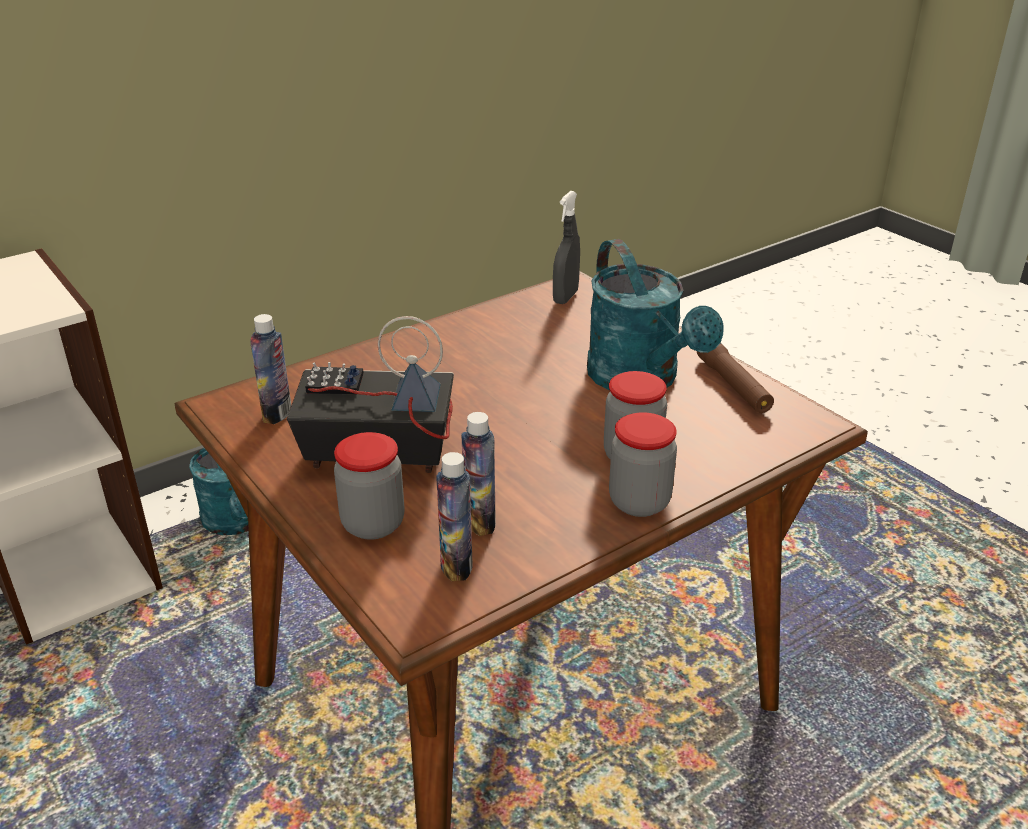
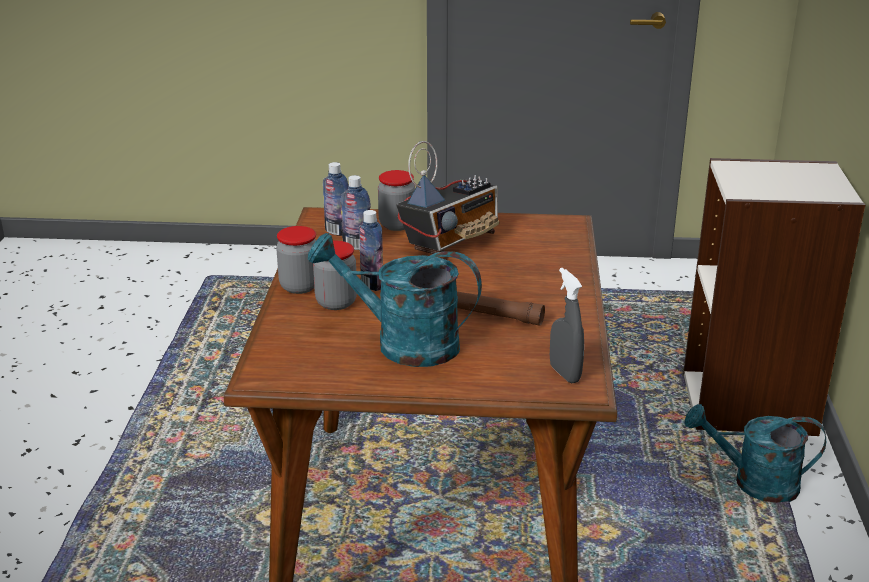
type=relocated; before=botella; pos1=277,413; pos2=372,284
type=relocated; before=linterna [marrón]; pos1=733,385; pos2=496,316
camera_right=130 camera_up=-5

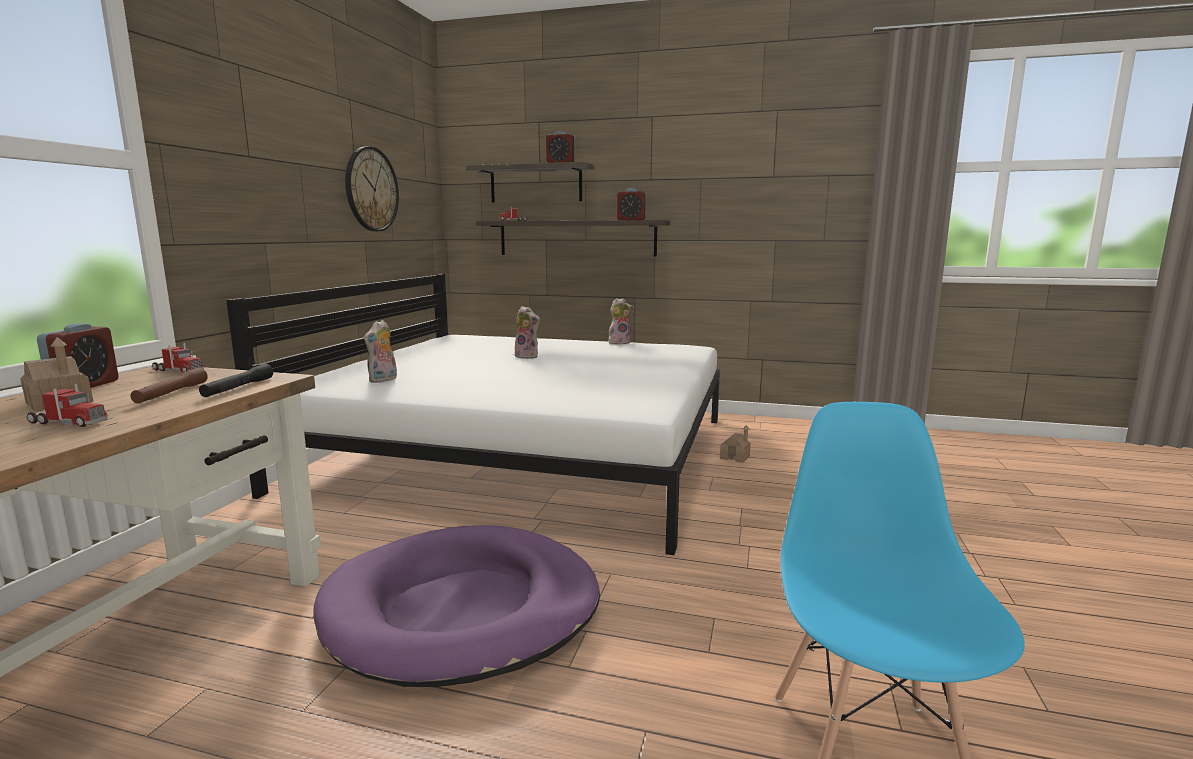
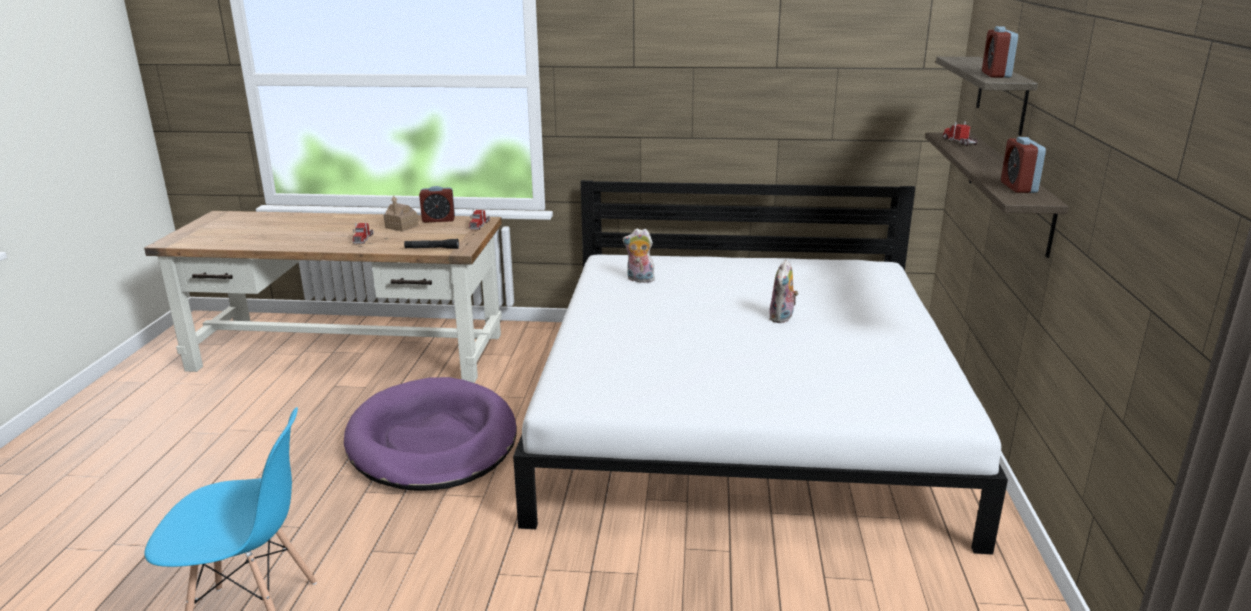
type=missing; before=linterna [marrón]; pos1=171,393
type=missing; before=reloj de pared; pos1=371,189
type=missing; before=peluche; pos1=620,342
type=missing; before=casita; pos1=735,457
camera_right=80 camera_up=10

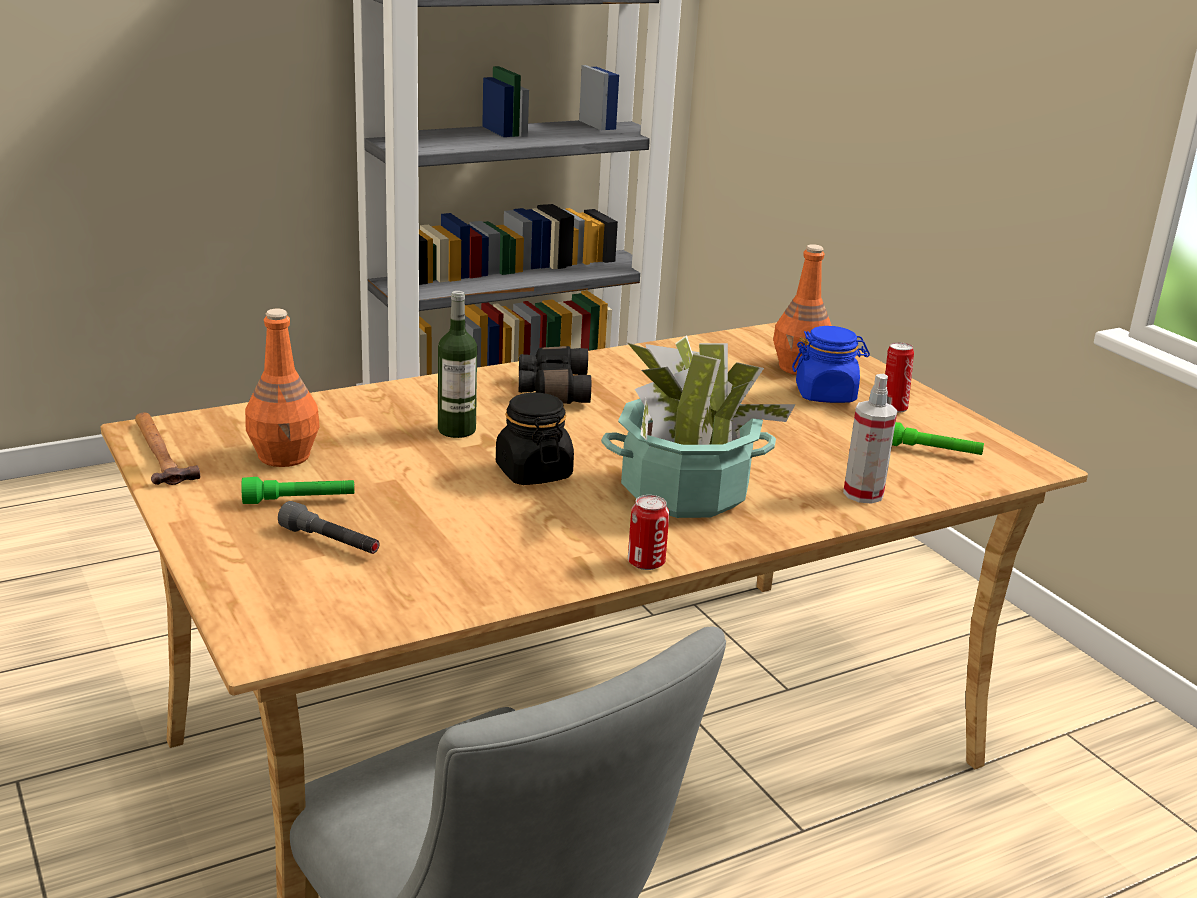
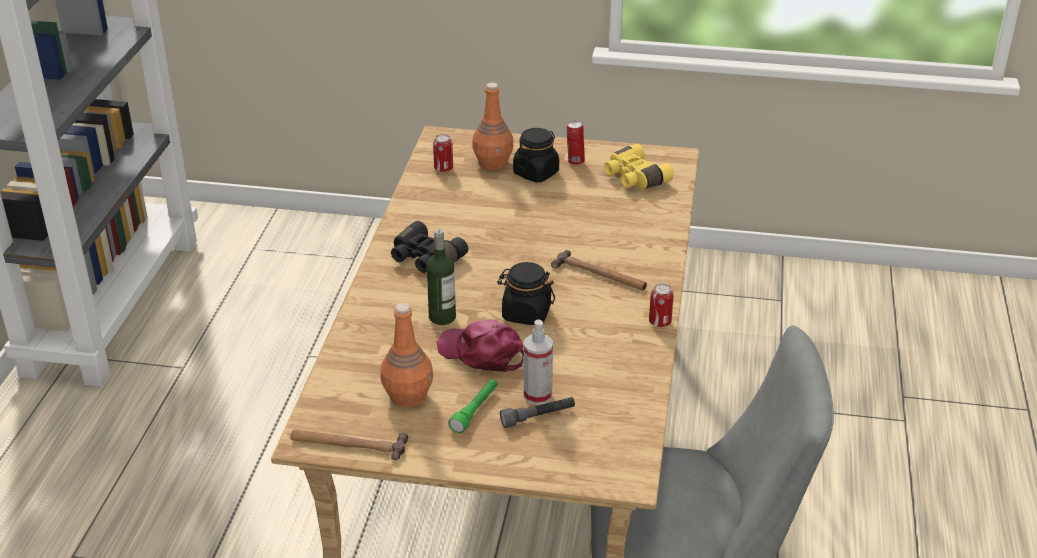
type=appeared; after=lata; pos2=443,168
type=appeared; after=gorra [rosa]; pos2=482,353
type=relocated; before=pulverizador; pos1=863,494; pos2=537,395
type=exchanged; before=planta en maceta; after=martillo; pos1=684,492; pos2=600,275
type=exchanged; before=linterna [verde]; after=prismáticos [amarillo]; pos1=932,451; pos2=634,178
type=colour; before=tarro [azul]; after=tarro [negro]; pos1=825,395; pos2=536,173
camera_right=-50 camera_up=10

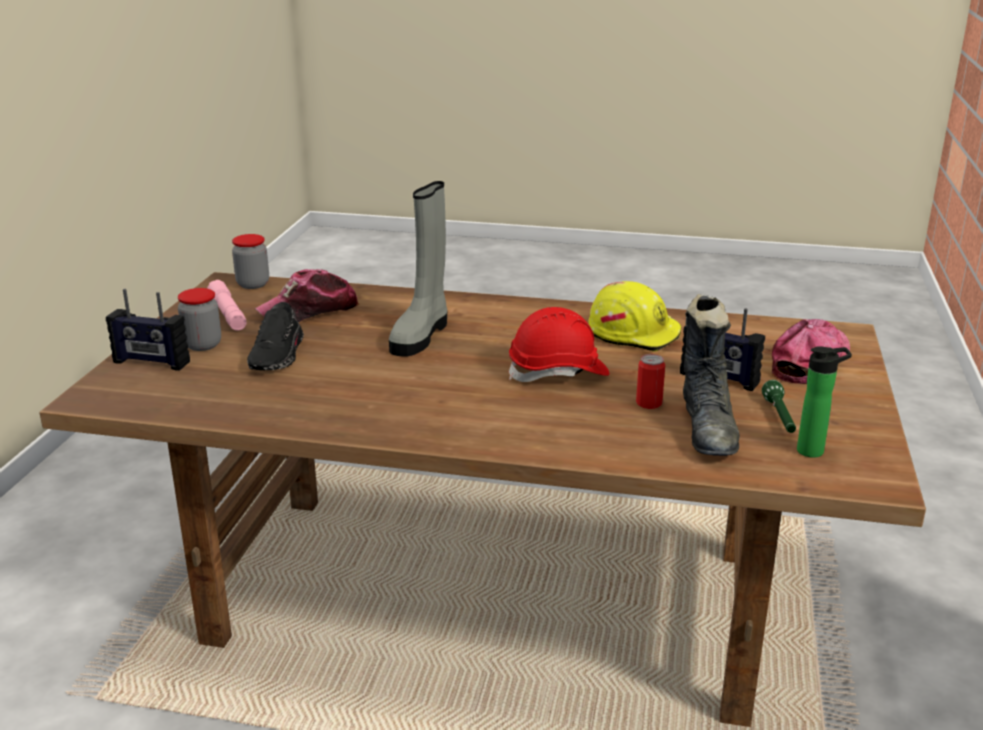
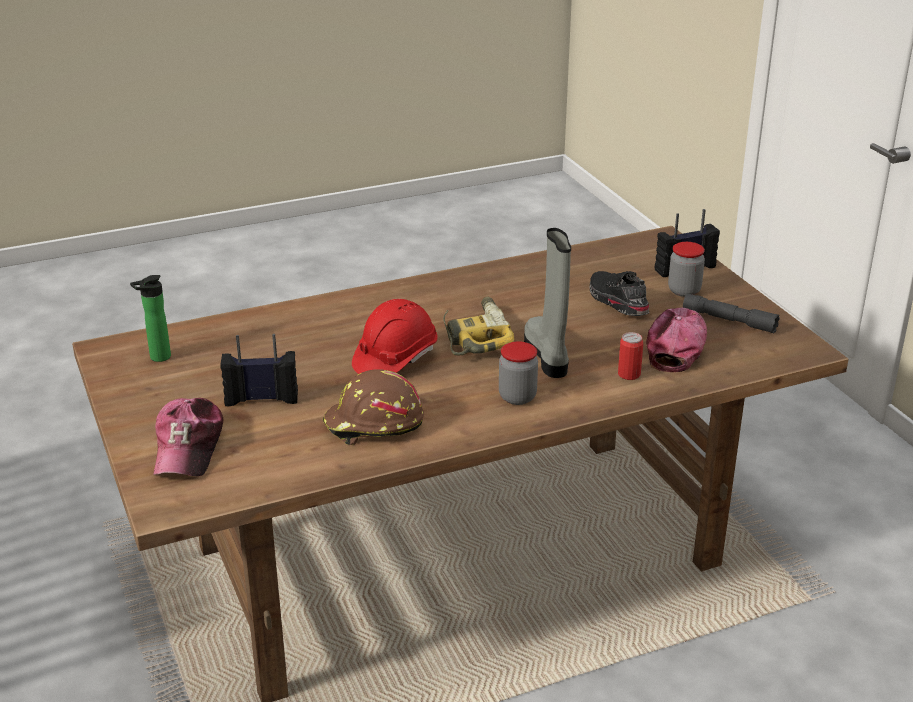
type=missing; before=bota [negro]; pos1=708,430
type=missing; before=linterna [verde]; pos1=780,417
type=appeared; after=taladro; pos2=474,336
type=relocated; before=tarro; pos1=253,284; pos2=517,397
type=relocated; before=lata; pos1=649,403; pos2=629,374
type=colour; before=linterna [rosa]; after=linterna [gris]; pos1=228,314; pos2=729,320
type=colour; before=casco [amarillo]; after=casco [marrón]; pos1=634,333; pos2=373,425
camera_right=145 camera_up=5

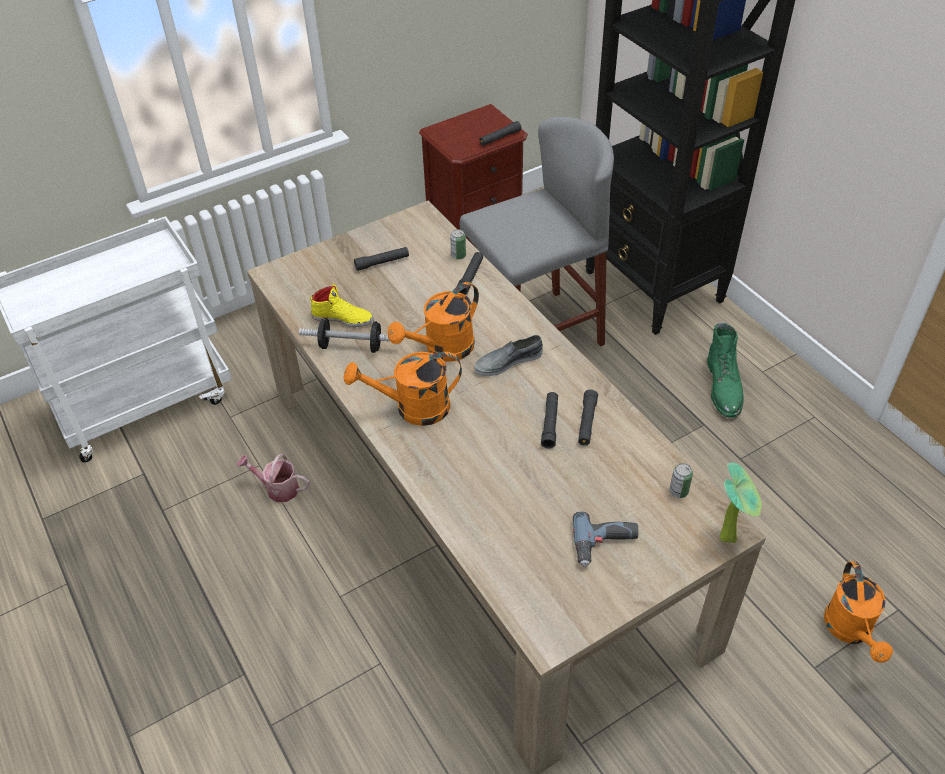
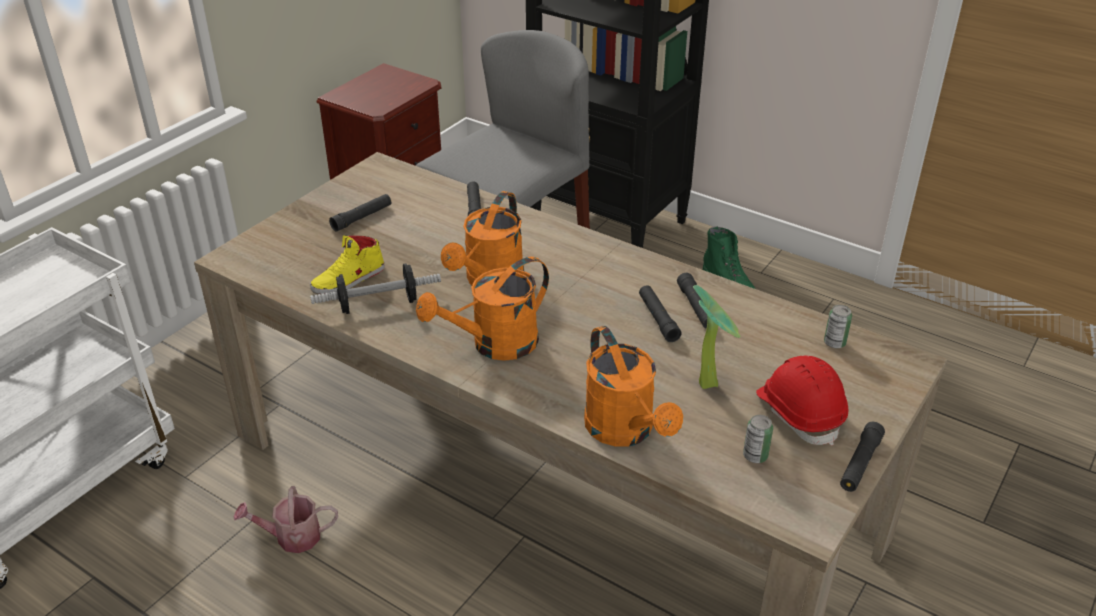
type=missing; before=zapato [gris]; pos1=508,361
type=relocated; before=lata; pos1=458,255; pos2=755,456
type=relocated; before=linterna [negro]; pos1=500,138; pos2=860,463
type=relocated; before=planta en maceta; pos1=730,536; pos2=709,382
type=relocated; before=regadera [naranja]; pos1=851,631; pos2=625,431
type=exchanged; before=taladro; after=casco [rojo]; pos1=605,545; pos2=799,413
type=spun; before=zapato [amarillo]; pos1=343,318; pos2=349,279; turn=150
camera_right=-25 camera_up=-10

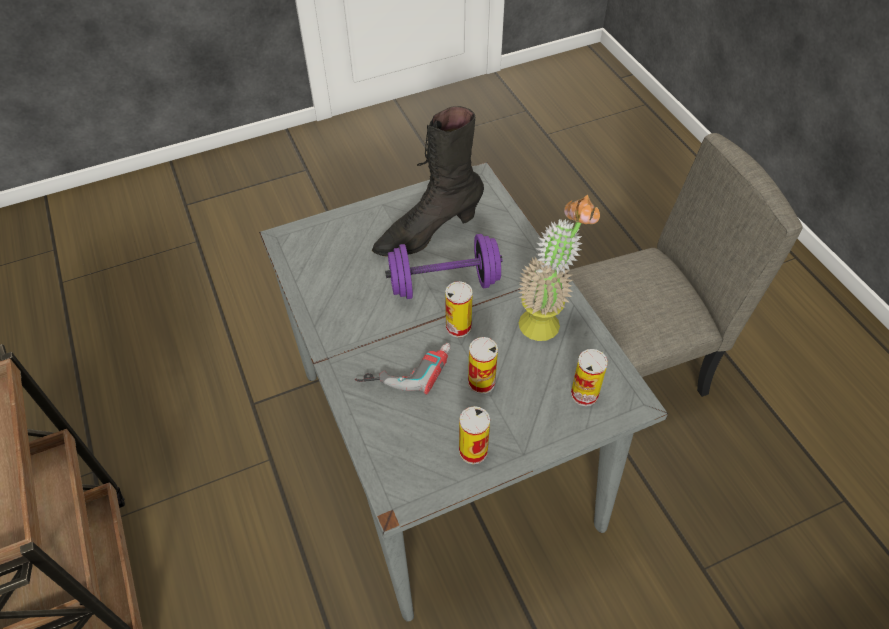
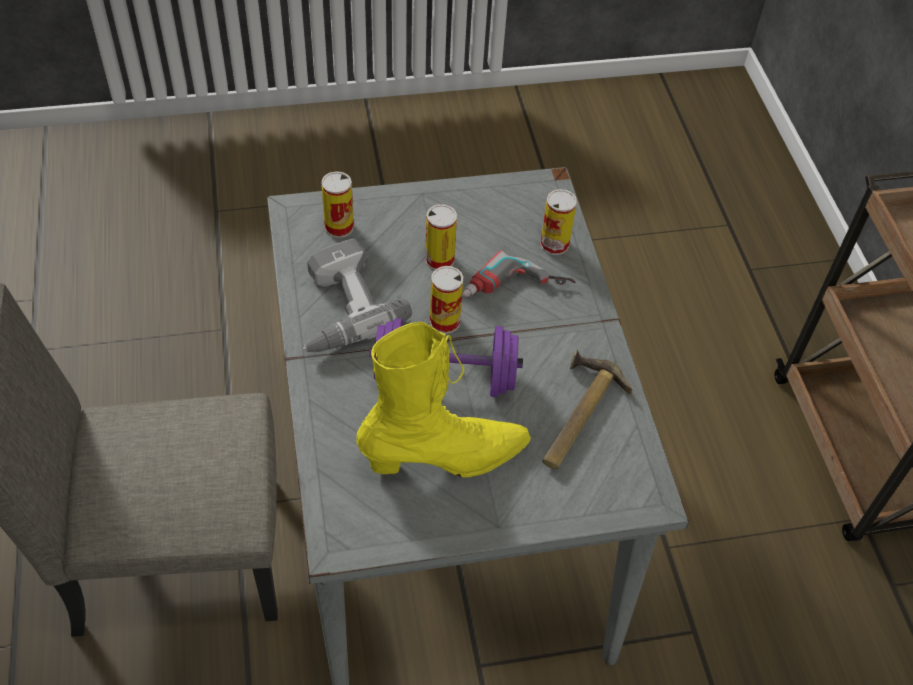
type=appeared; after=martillo; pos2=575,415
type=relocated; before=lata; pos1=473,451; pos2=554,244
type=exchanged; before=planta en maceta; after=taladro; pos1=547,318; pos2=338,308
type=colour; before=bota [negro]; after=bota [amarillo]; pos1=427,233; pos2=445,458
camera_right=-170 camera_up=0

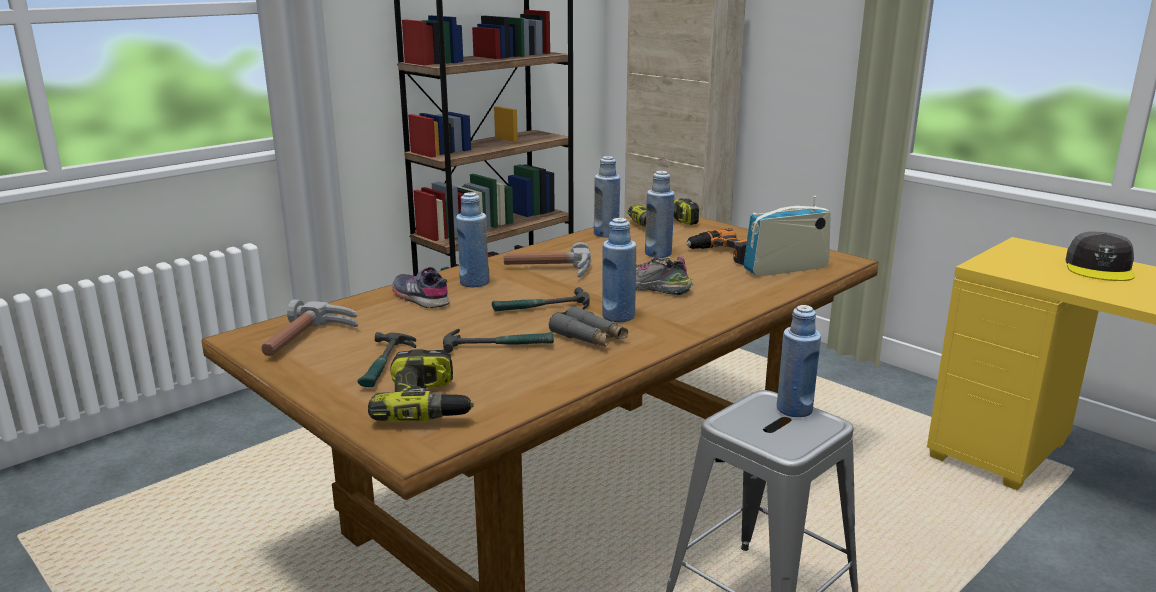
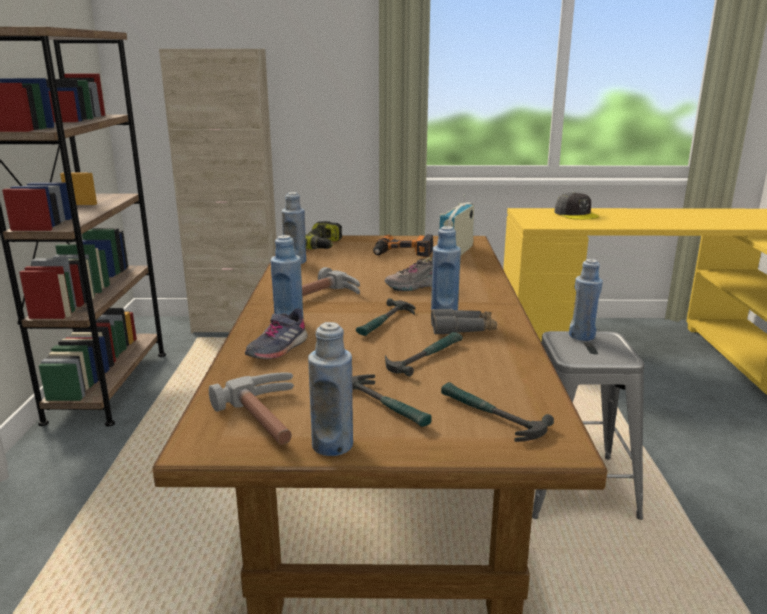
type=relocated; before=botella [azul]; pos1=658,254; pos2=332,445
type=exchanged; before=taladro; after=martillo; pos1=428,404; pos2=489,416
type=spun; before=zapato [gris]; pos1=421,298; pos2=277,348; turn=-60
camera_right=-45 camera_up=0

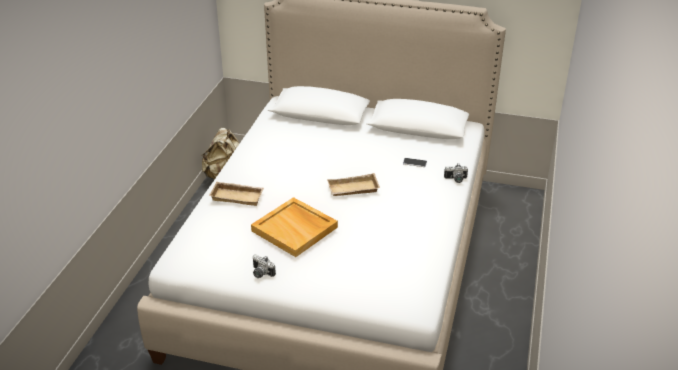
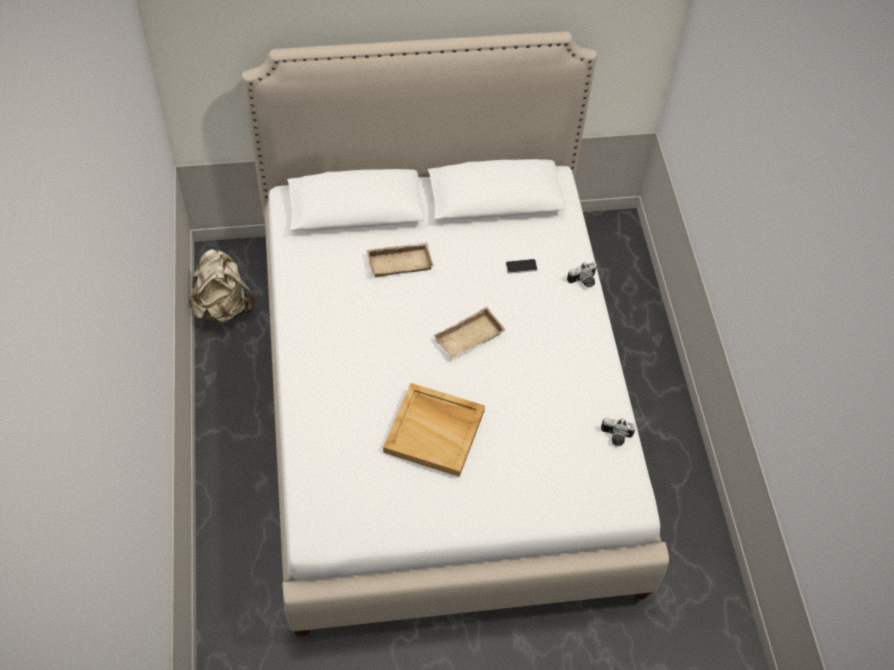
type=relocated; before=bandeja [beis]; pos1=238,196; pos2=400,261
type=relocated; before=cámara; pos1=261,273; pos2=615,437
camera_right=-25 camera_up=20

